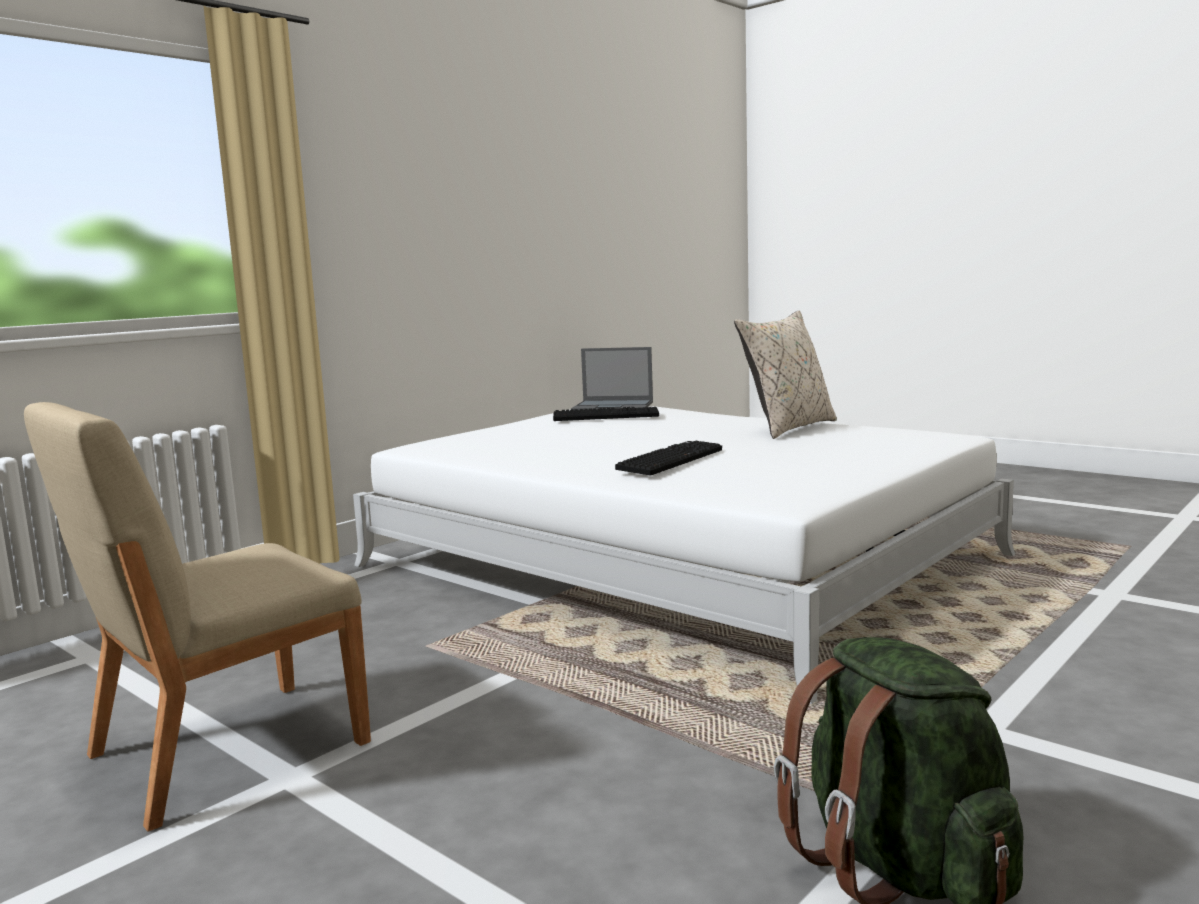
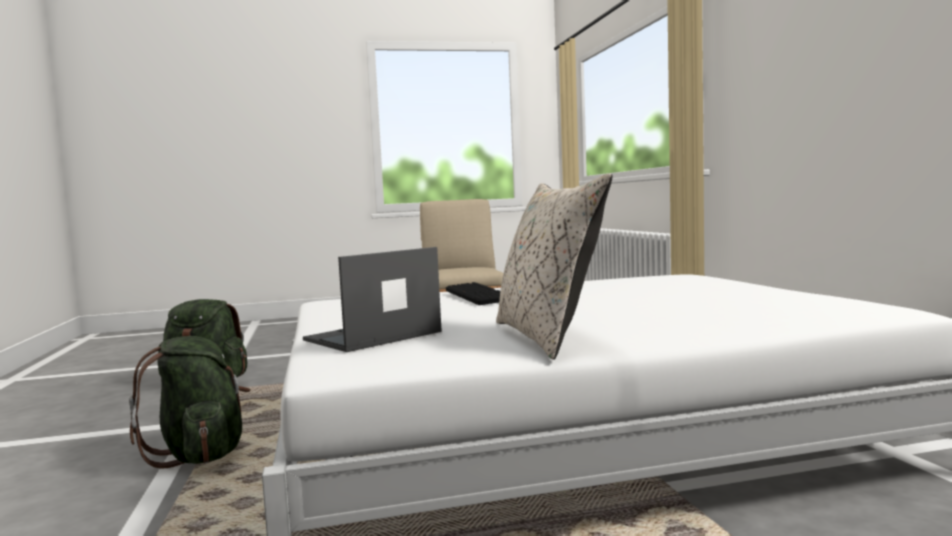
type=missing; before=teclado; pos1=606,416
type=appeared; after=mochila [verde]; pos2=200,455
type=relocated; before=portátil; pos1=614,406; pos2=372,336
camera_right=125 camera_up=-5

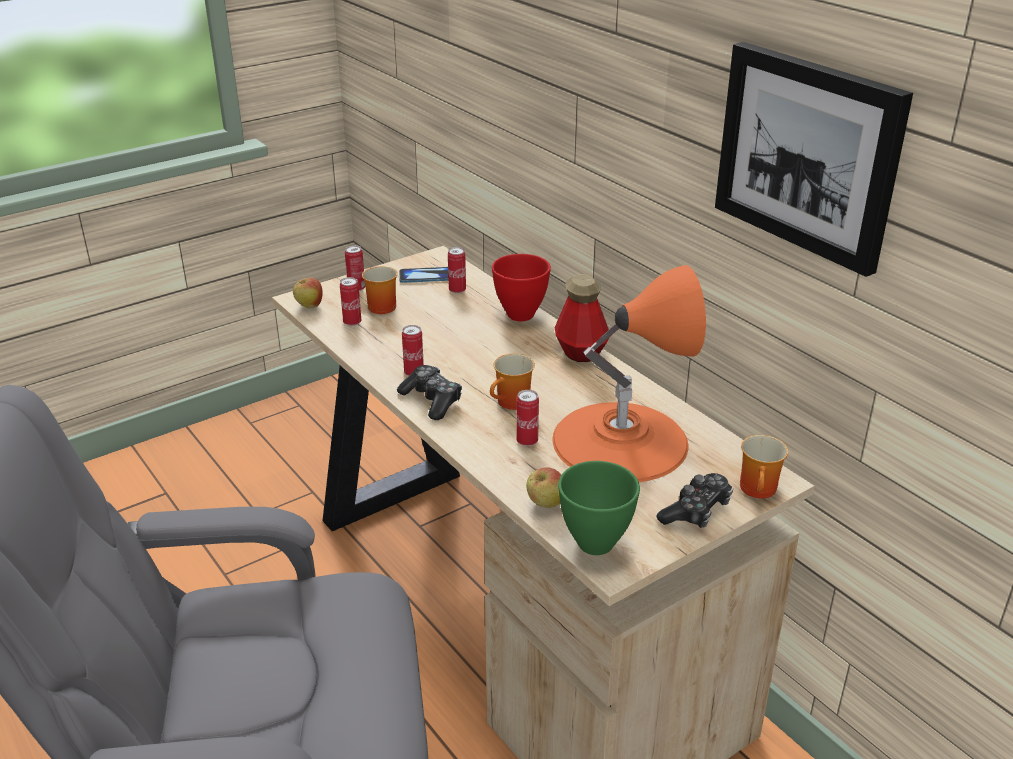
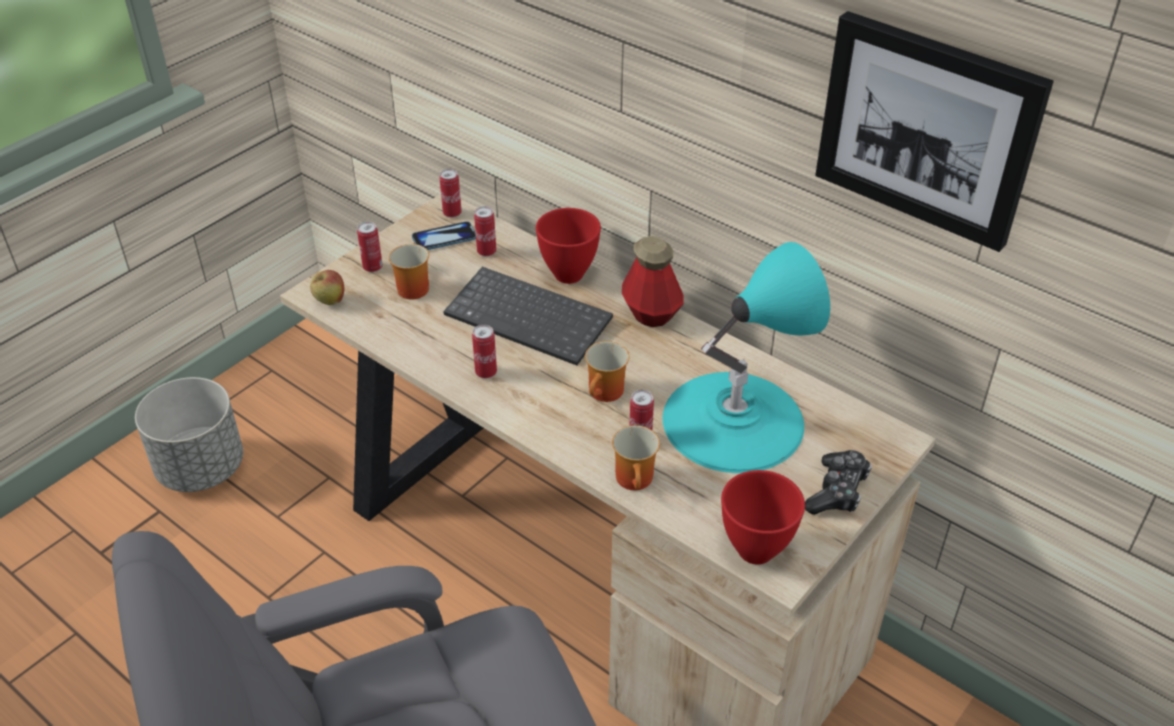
type=missing; before=mando de consola; pos1=432,400
type=missing; before=manzana; pos1=545,504
type=appeared; after=maceta [gris]; pos2=201,467
type=appeared; after=teclado; pos2=531,317
type=relocated; before=lata; pos1=352,322; pos2=452,213
type=relocated; before=taza grande; pos1=761,490; pos2=637,480
type=colour; before=lámpara de mesa [naranja]; after=lámpara de mesa [turquesa]; pos1=620,440; pos2=733,420
type=colour; before=cuenco [verde]; after=cuenco [rojo]; pos1=597,542; pos2=757,549
camera_right=-15 camera_up=10

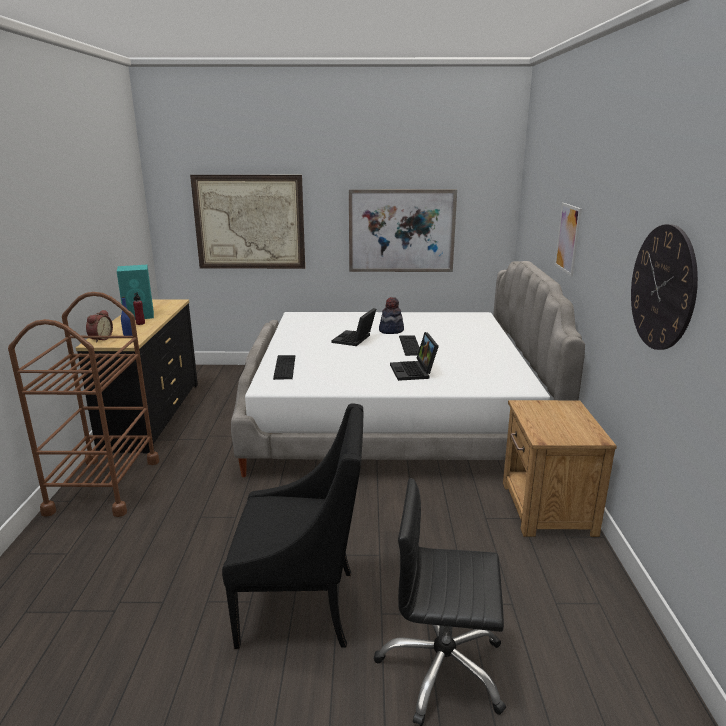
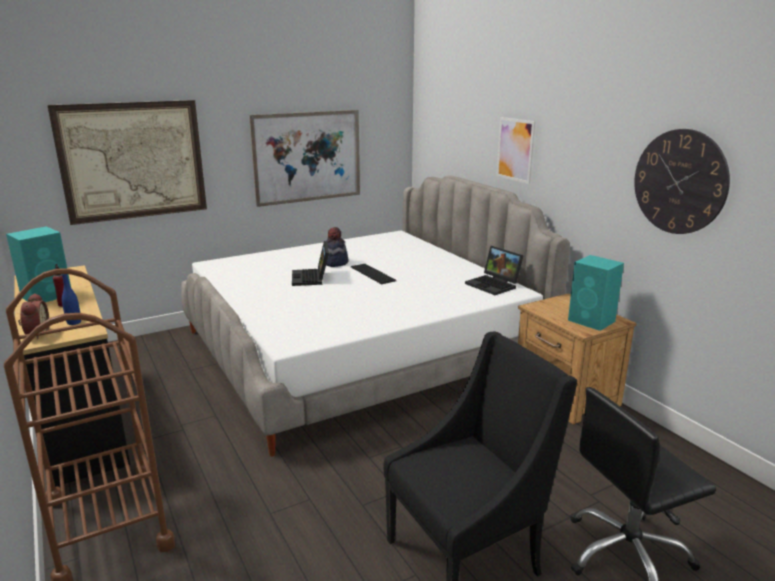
type=missing; before=teclado; pos1=284,367
type=appeared; after=altavoz [turquesa]; pos2=592,321
type=relocated; before=portátil; pos1=414,371; pos2=494,285
camera_right=-30 camera_up=0

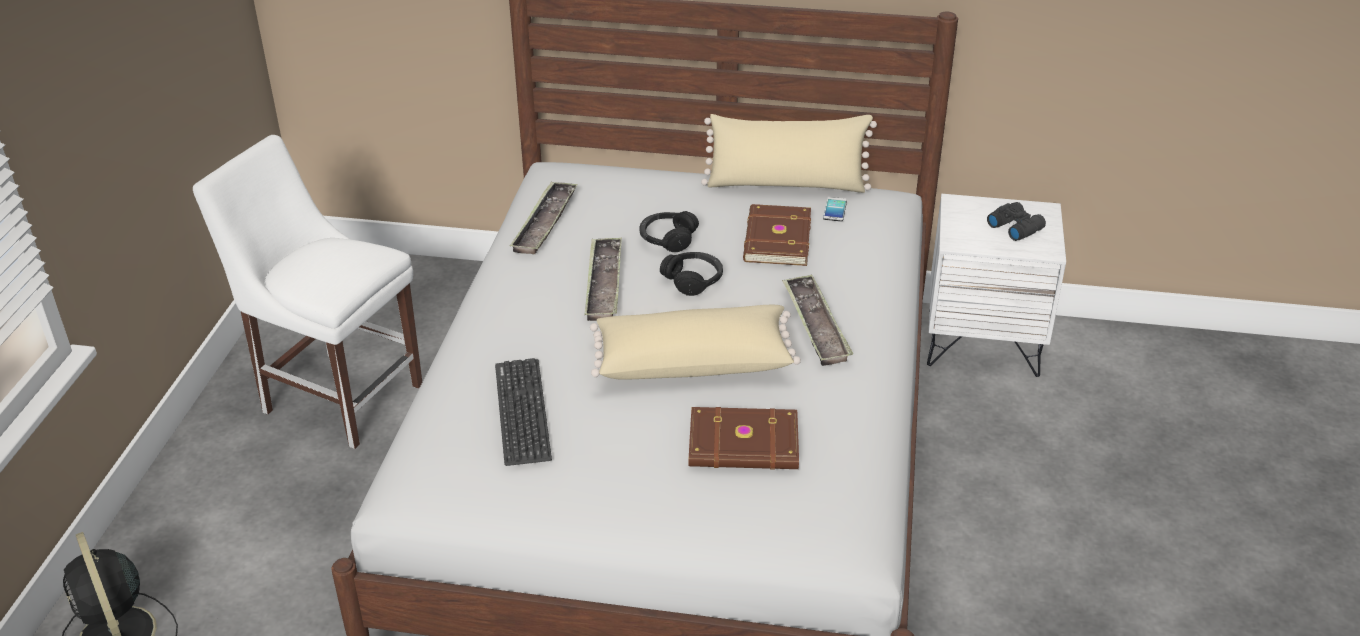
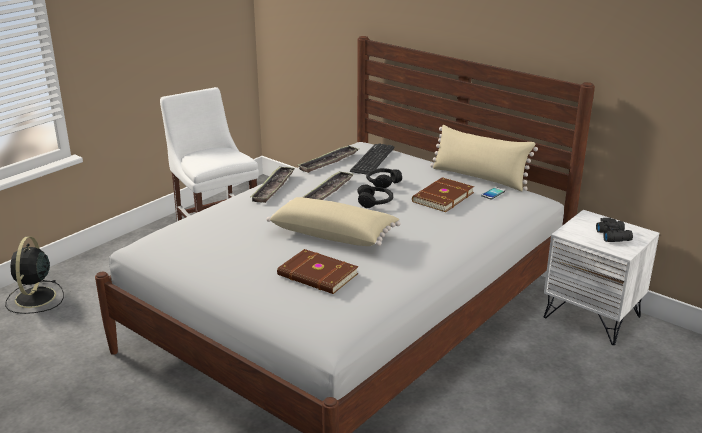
type=relocated; before=teclado; pos1=522,412; pos2=372,160
type=relocated; before=bandeja; pos1=815,325; pos2=273,187
camera_right=30 camera_up=-10

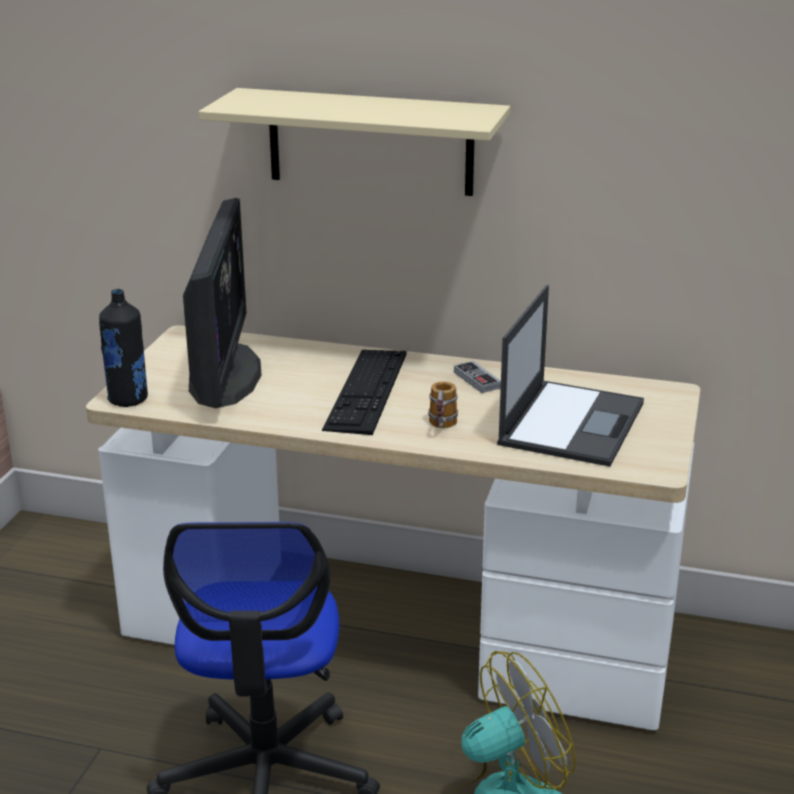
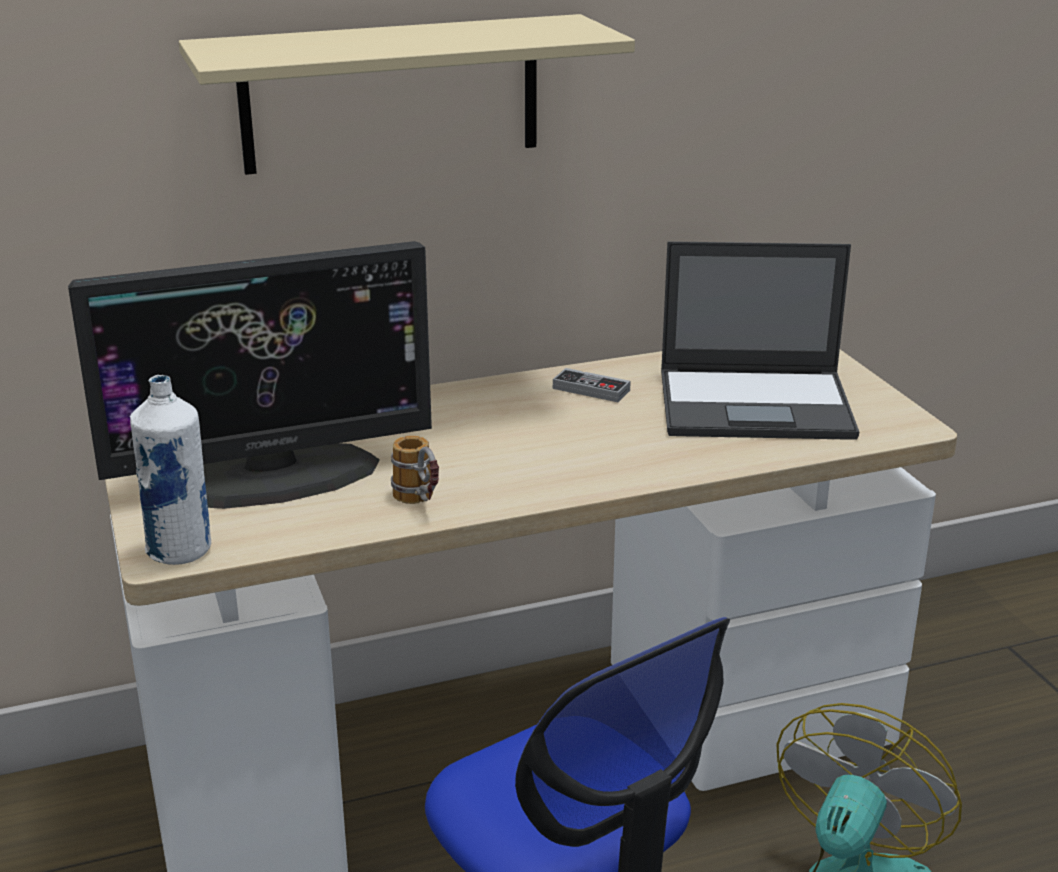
type=missing; before=teclado; pos1=366,390
type=relocated; before=taza grande; pos1=441,428; pos2=420,502
type=colour; before=botella [negro]; after=botella [blanco]; pos1=128,399; pos2=180,551
type=spun; before=monitor; pos1=224,375; pos2=272,476; turn=105
type=spun; before=portátil; pos1=572,422; pos2=757,405; turn=105
camera_right=-35 camera_up=0

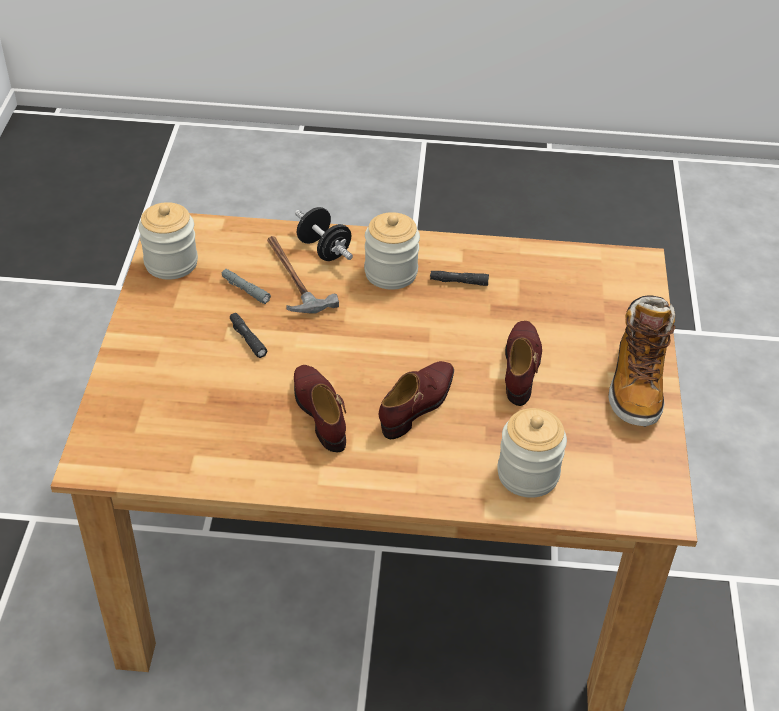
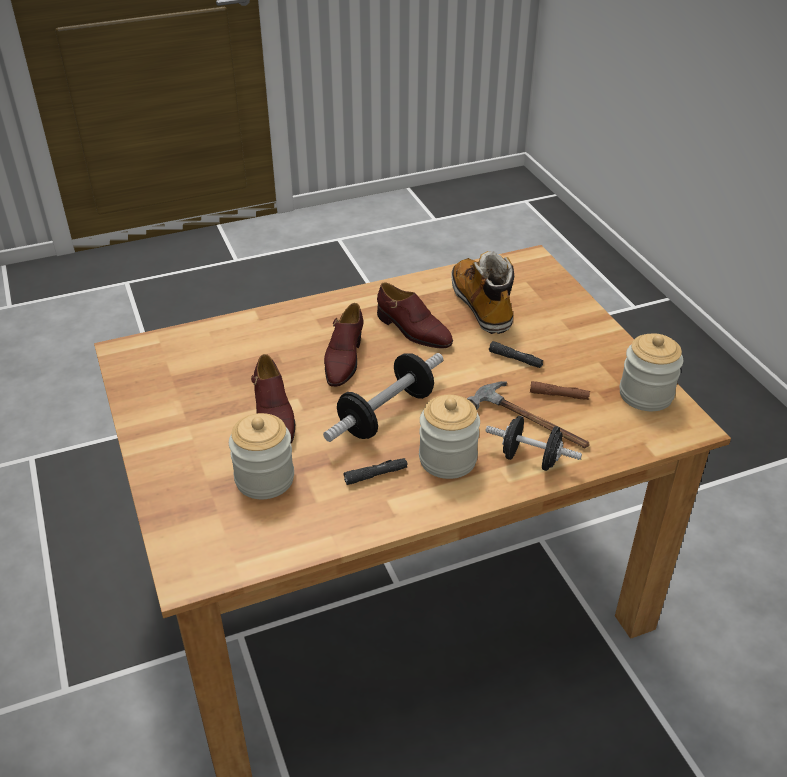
type=appeared; after=mancuerna; pos2=386,414
type=relocated; before=tarro; pos1=528,474; pos2=264,479
type=relocated; before=bota; pos1=636,384; pos2=482,305
type=colour; before=linterna [gris]; after=linterna [marrón]; pos1=245,290; pos2=559,395
camera_right=155 camera_up=-5

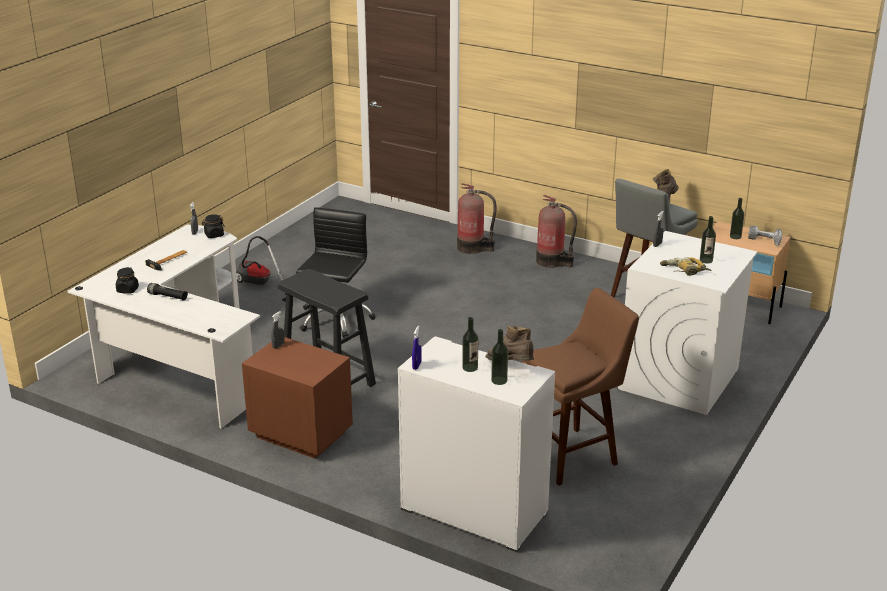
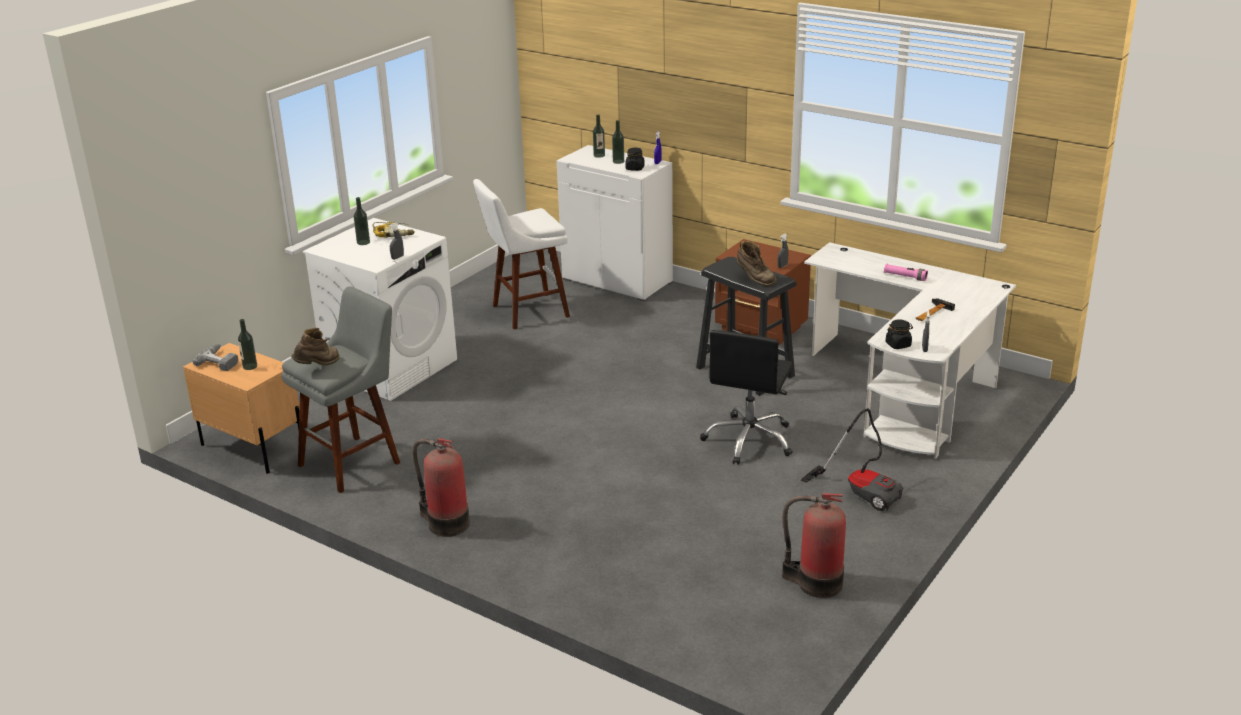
type=relocated; before=tarro [negro]; pos1=127,290; pos2=635,168
type=relocated; before=extintor; pos1=473,248; pos2=816,583
type=relocated; before=bota [marrón]; pos1=510,366; pos2=754,279
type=colour; before=linterna [negro]; after=linterna [rosa]; pos1=167,297; pos2=905,277
type=colour; before=taburete [marrón]; after=taburete [blanco]; pos1=573,454; pos2=525,312
camera_right=-175 camera_up=0

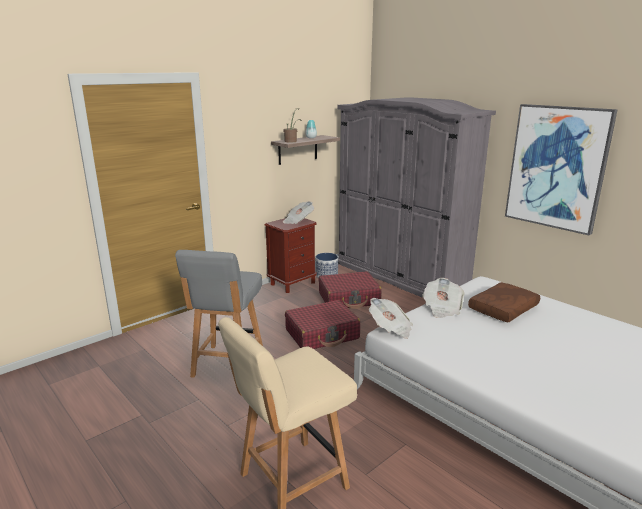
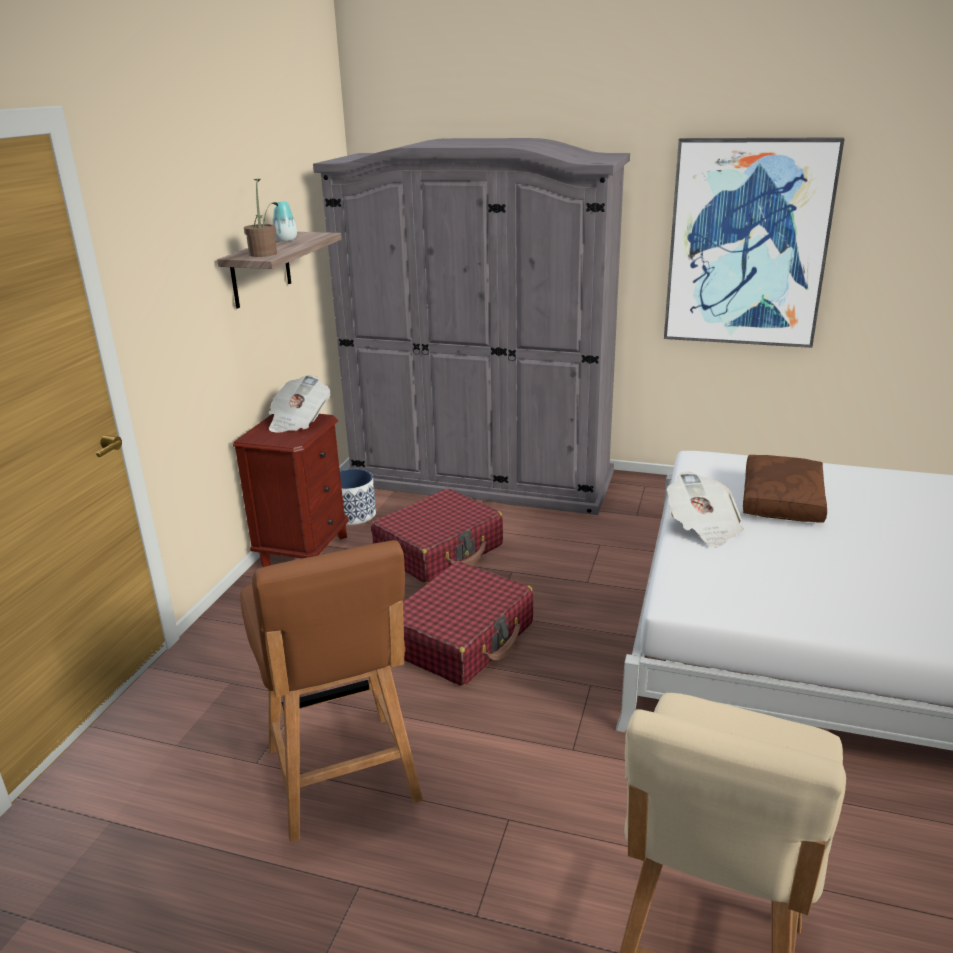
type=missing; before=periódico; pos1=390,328
type=colour; before=silla [gris]; after=silla [marrón]; pos1=227,364; pos2=343,777
camera_right=-30 camera_up=5

